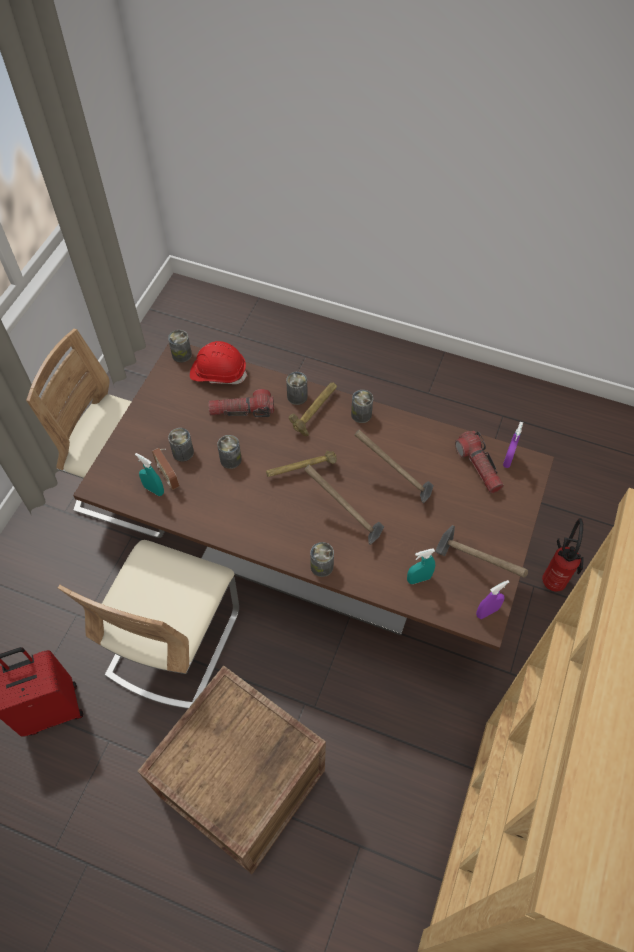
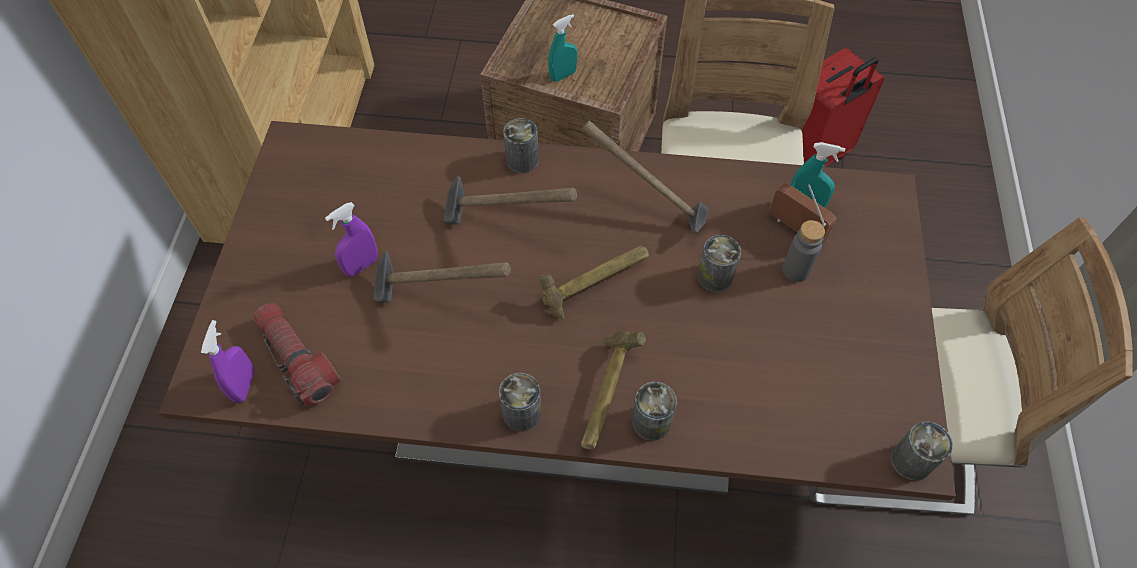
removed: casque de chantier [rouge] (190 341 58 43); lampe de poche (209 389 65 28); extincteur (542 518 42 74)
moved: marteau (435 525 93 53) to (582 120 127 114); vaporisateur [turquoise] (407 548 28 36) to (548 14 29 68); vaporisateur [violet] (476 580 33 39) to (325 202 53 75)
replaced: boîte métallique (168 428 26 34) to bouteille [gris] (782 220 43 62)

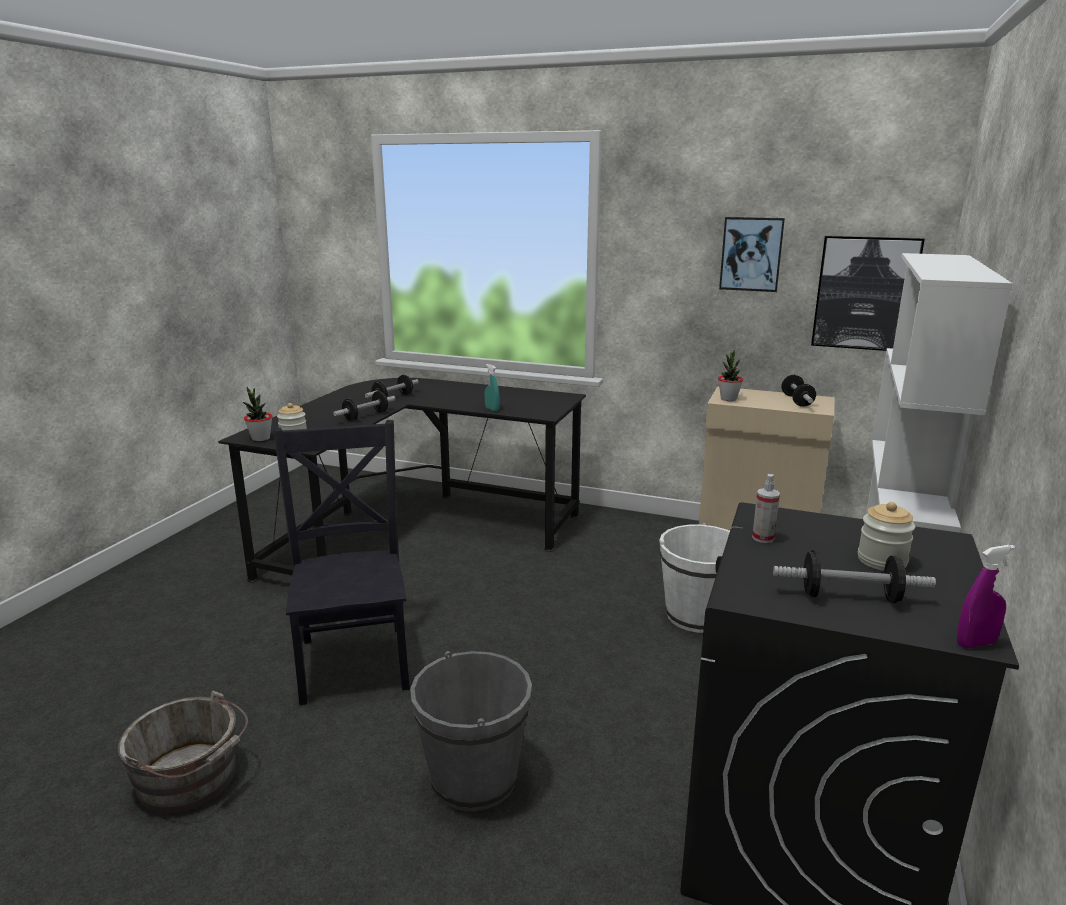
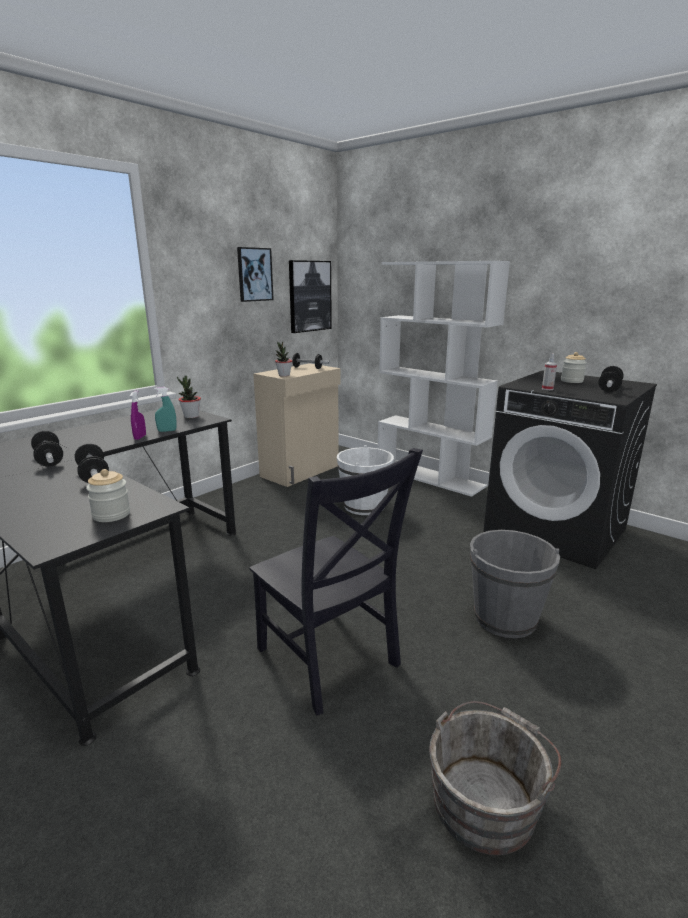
moved: plante en pot (243 387 29 54) to (177 376 24 42); vaporisateur [violet] (957 545 58 103) to (130 390 16 50)
turned: chaise [noir] (273 420 137 285) = (249 448 174 268) 135 degrees counterclockwise

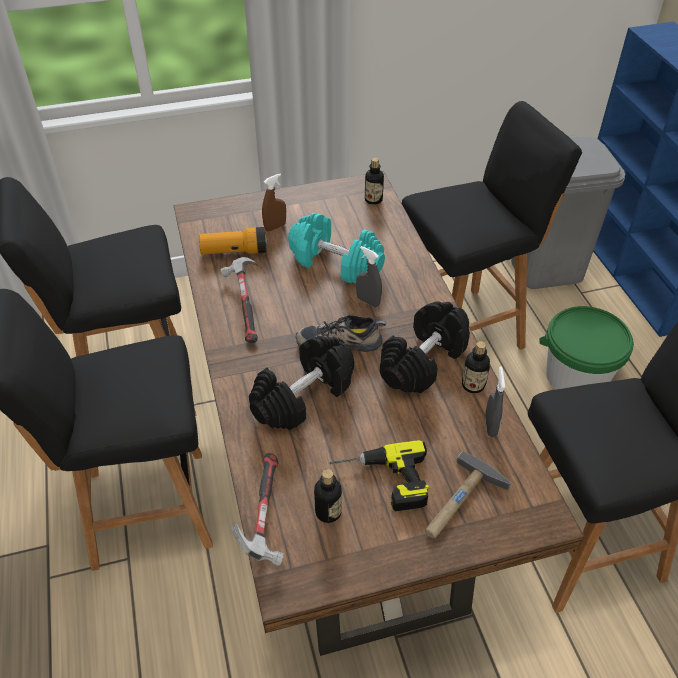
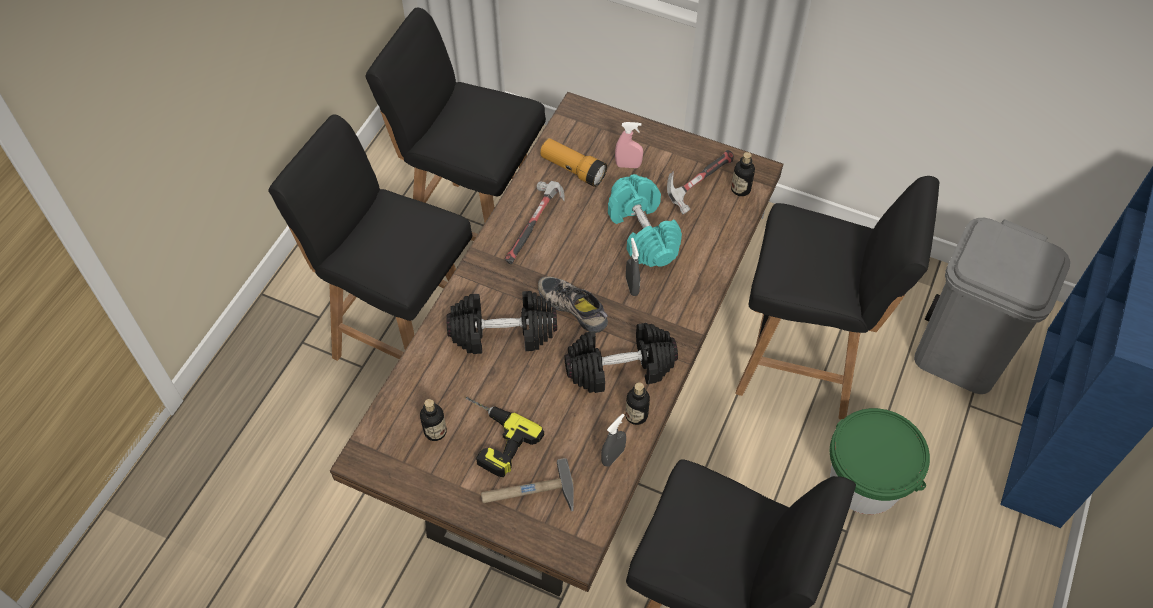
moved: marteau (231 453 53 113) to (667 150 67 65)
recoloured: vaporisateur [marron] (262 174 24 57) to vaporisateur [rose] (615 122 28 46)

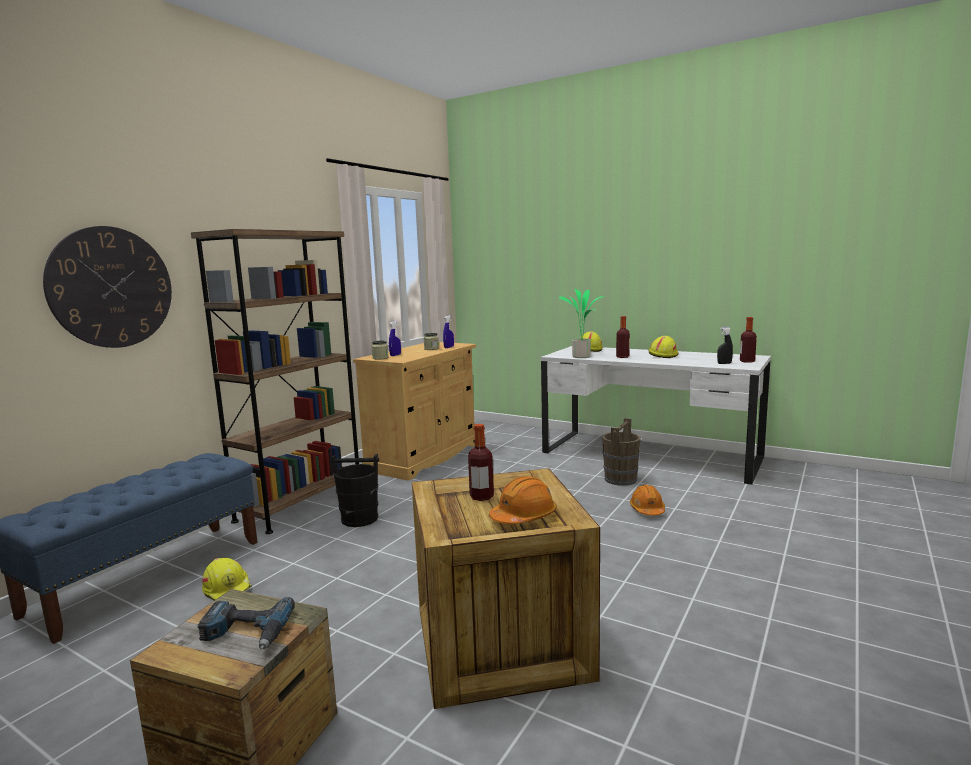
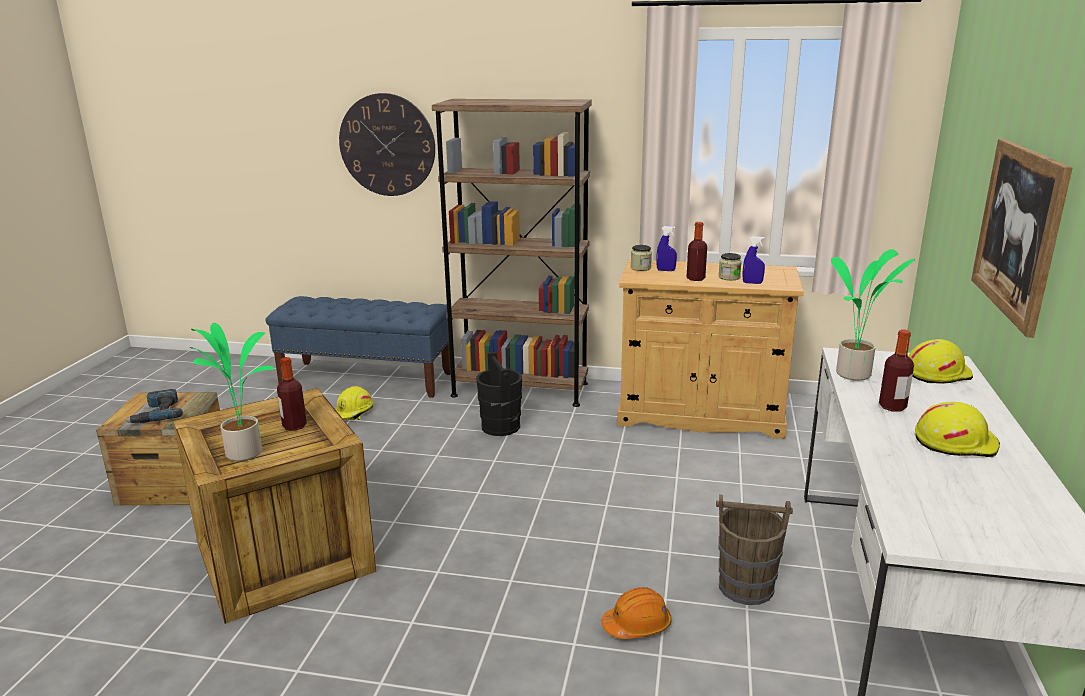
removed: vaporisateur [noir] (717 327 16 37)
added: tableau (971 139 102 199)
moved: bouteille (740 317 17 46) to (687 222 20 59)
replaced: casque de chantier [orange] (489 476 68 48) to plante en pot (190 323 84 138)

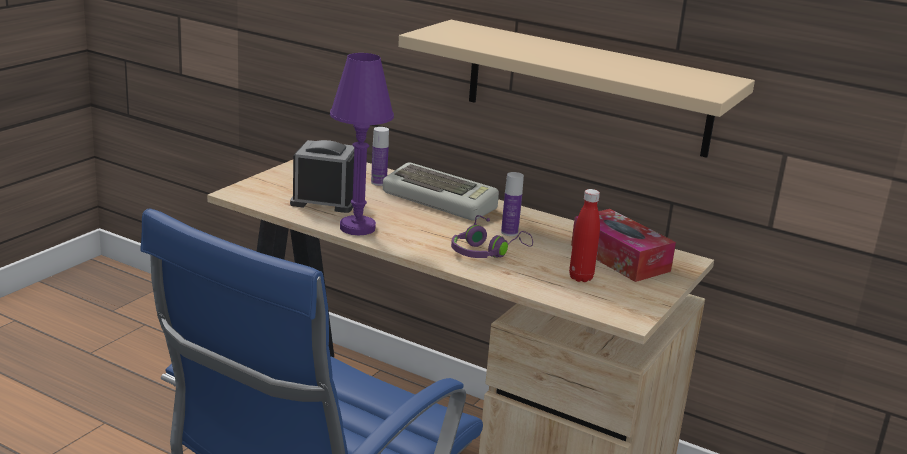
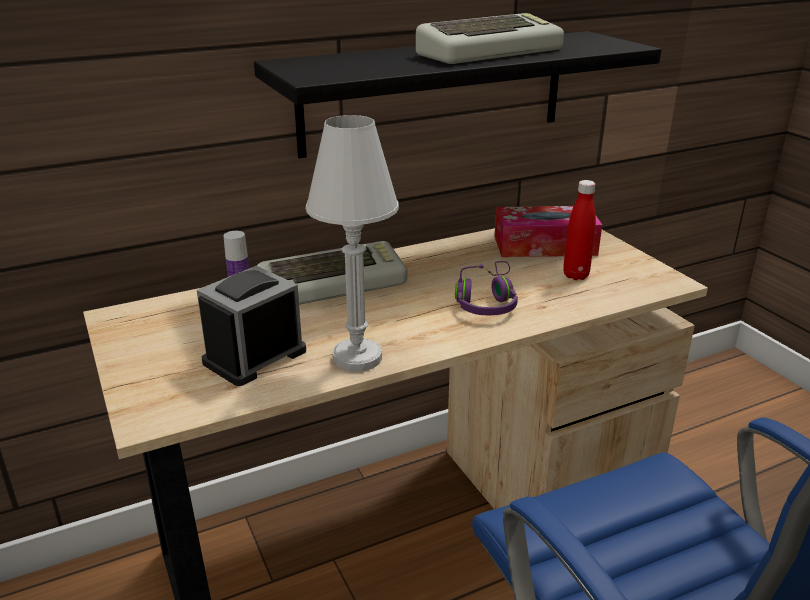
removed: bouteille (501 172 23 64)
added: clavier (416 13 148 51)
recoloured: étagère [beige] (398 20 357 138) to étagère [noir] (254 31 408 128); lampe de table [violet] (330 53 64 182) to lampe de table [blanc] (306 115 93 257)

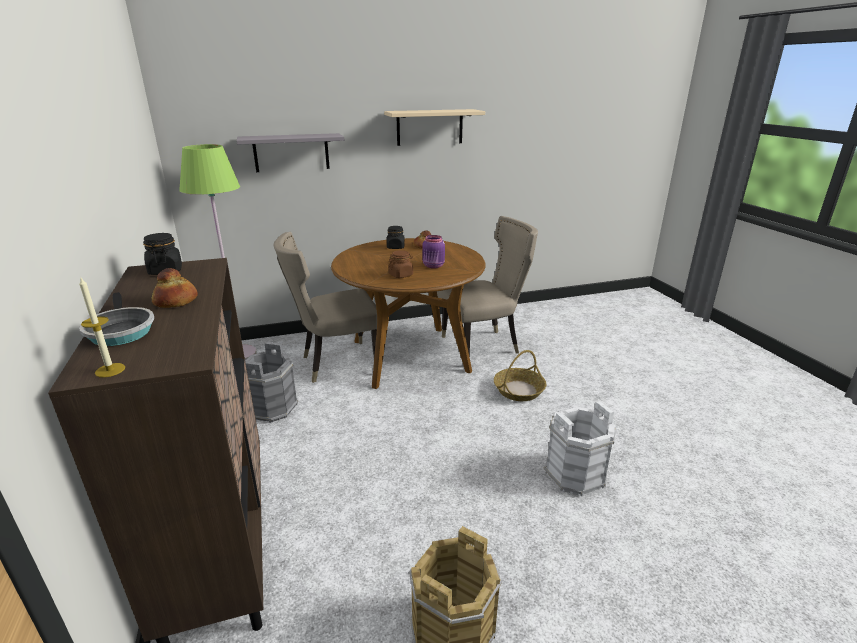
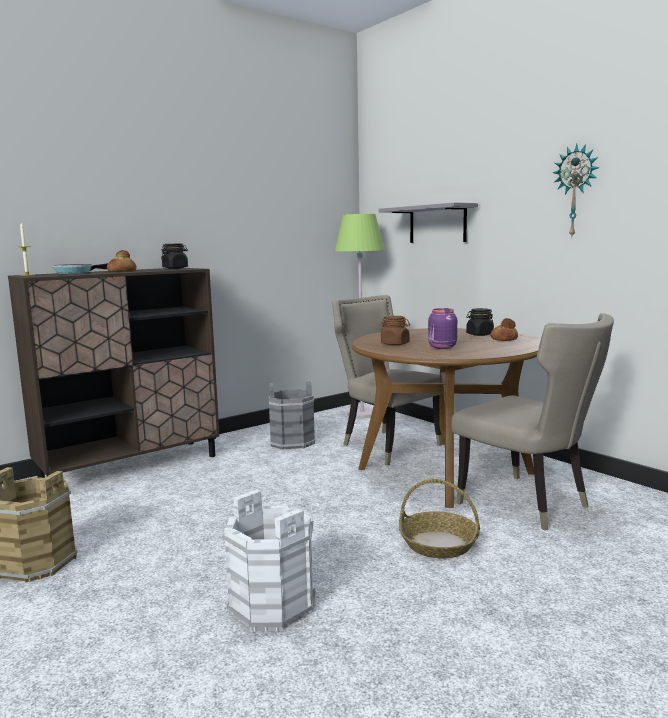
replaced: étagère [beige] (384 109 101 37) to horloge murale (553 144 47 93)

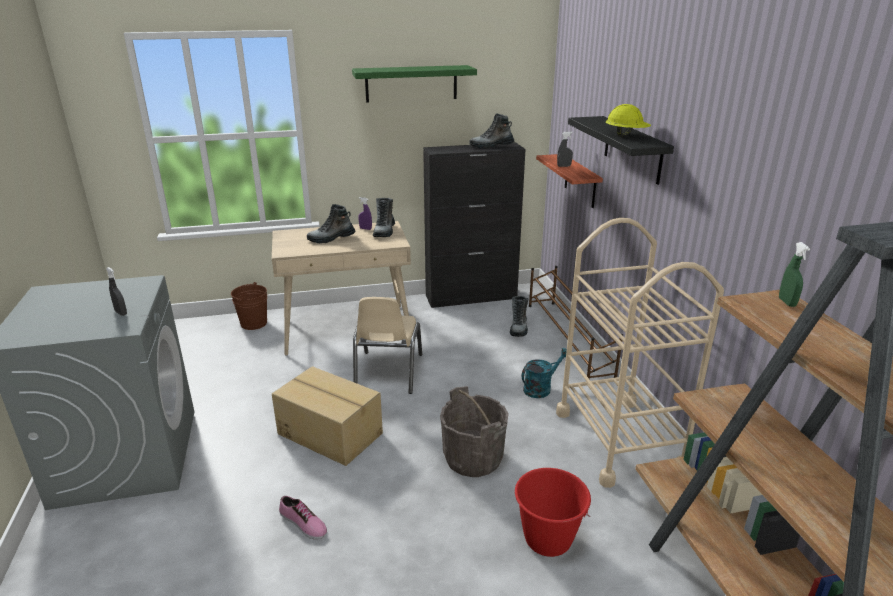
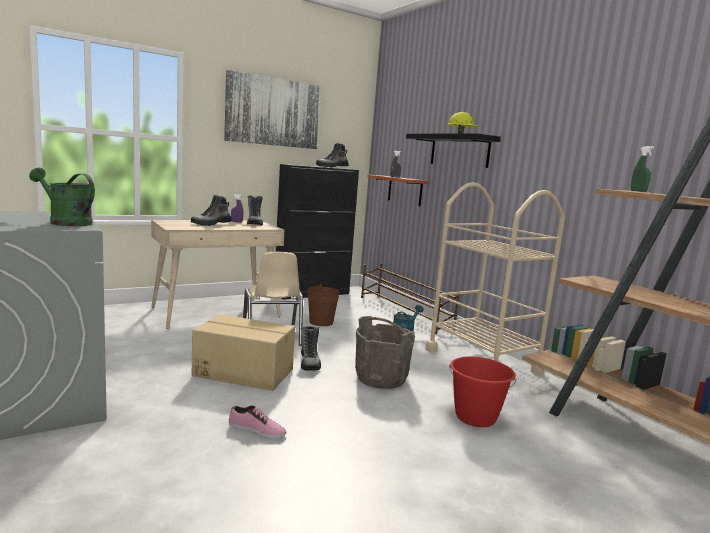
moved: seau [marron] (231 282 36 48) to (307 284 32 42); botte (510 296 18 41) to (301 326 20 45)
replaced: étagère [vert] (352 65 125 38) to tableau (224 70 97 79); vaporisateur [gris] (106 267 21 49) to arrosoir [vert] (29 168 66 58)

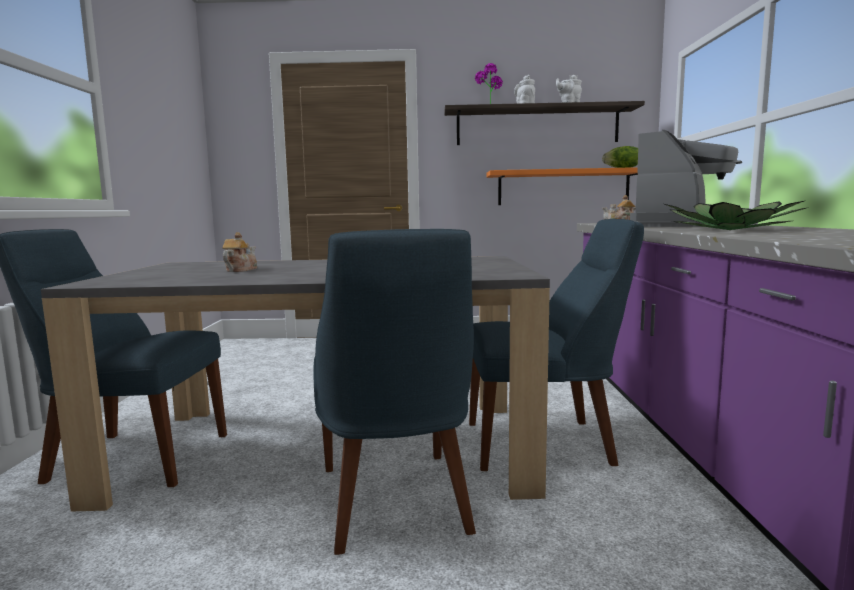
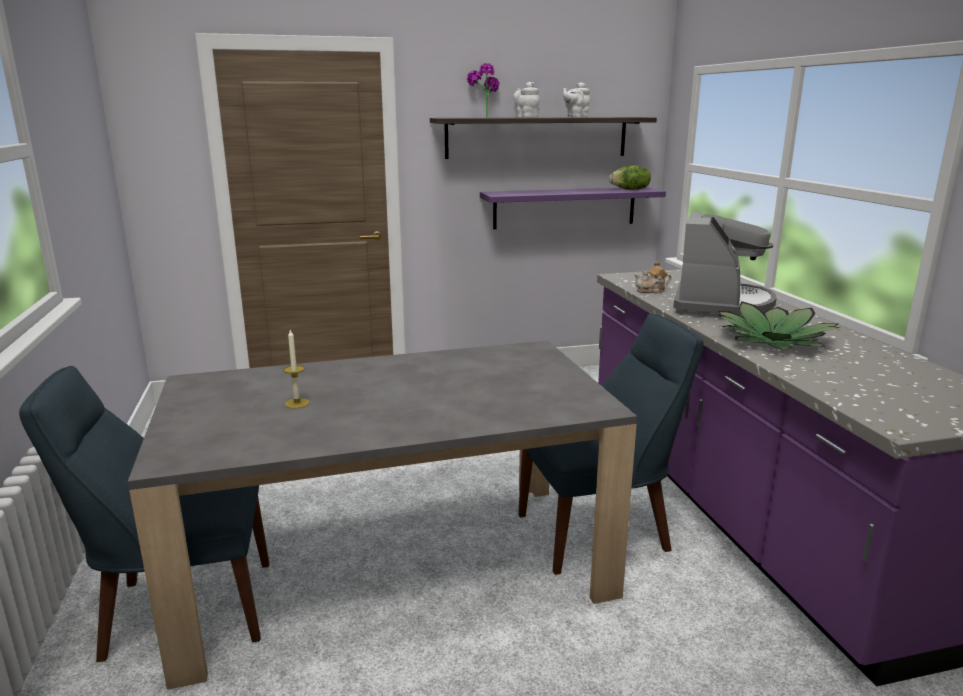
removed: chaise [bleu] (313 229 163 326)
replaced: théière (222 232 35 40) to bougie (283 330 27 78)
recoloured: étagère [orange] (486 167 152 38) to étagère [violet] (480 187 186 42)

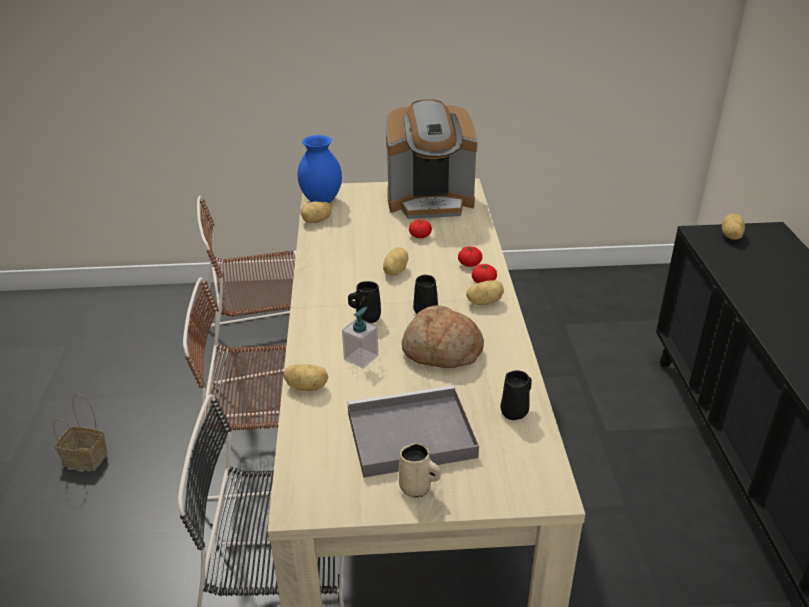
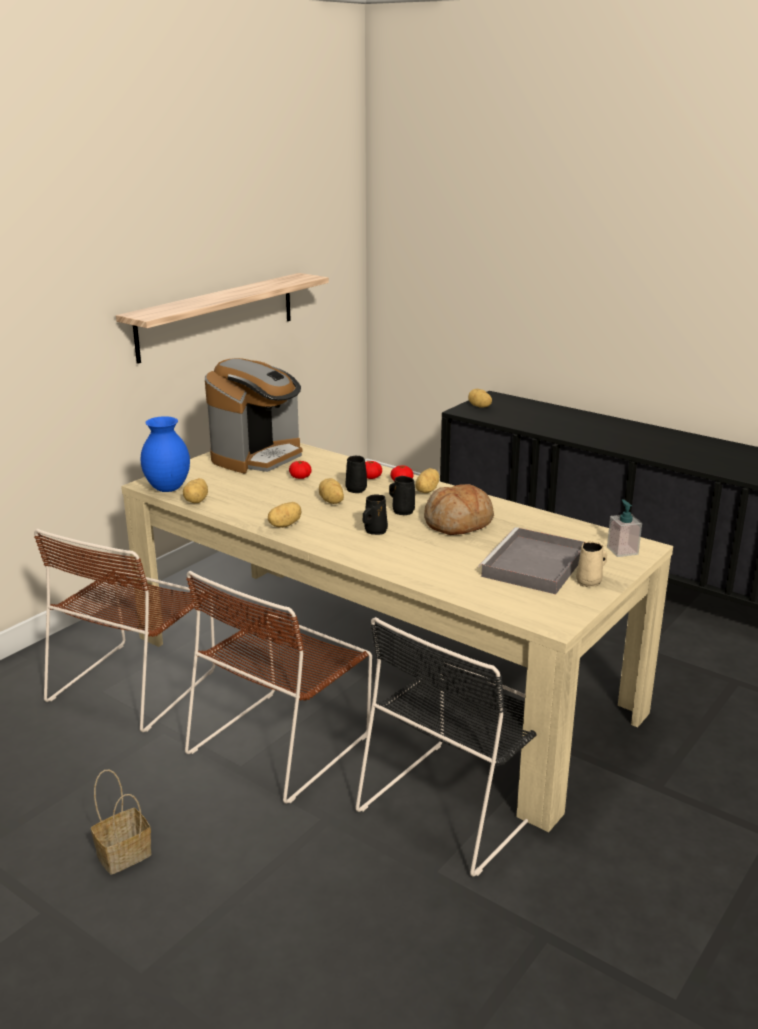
added: étagère (116 273 213 91)
moved: distributeur de savon (342 306 37 63) to (607 499 35 58); pomme de terre (283 364 45 27) to (268 502 33 26); mug [noir] (500 370 32 50) to (345 456 22 37)

